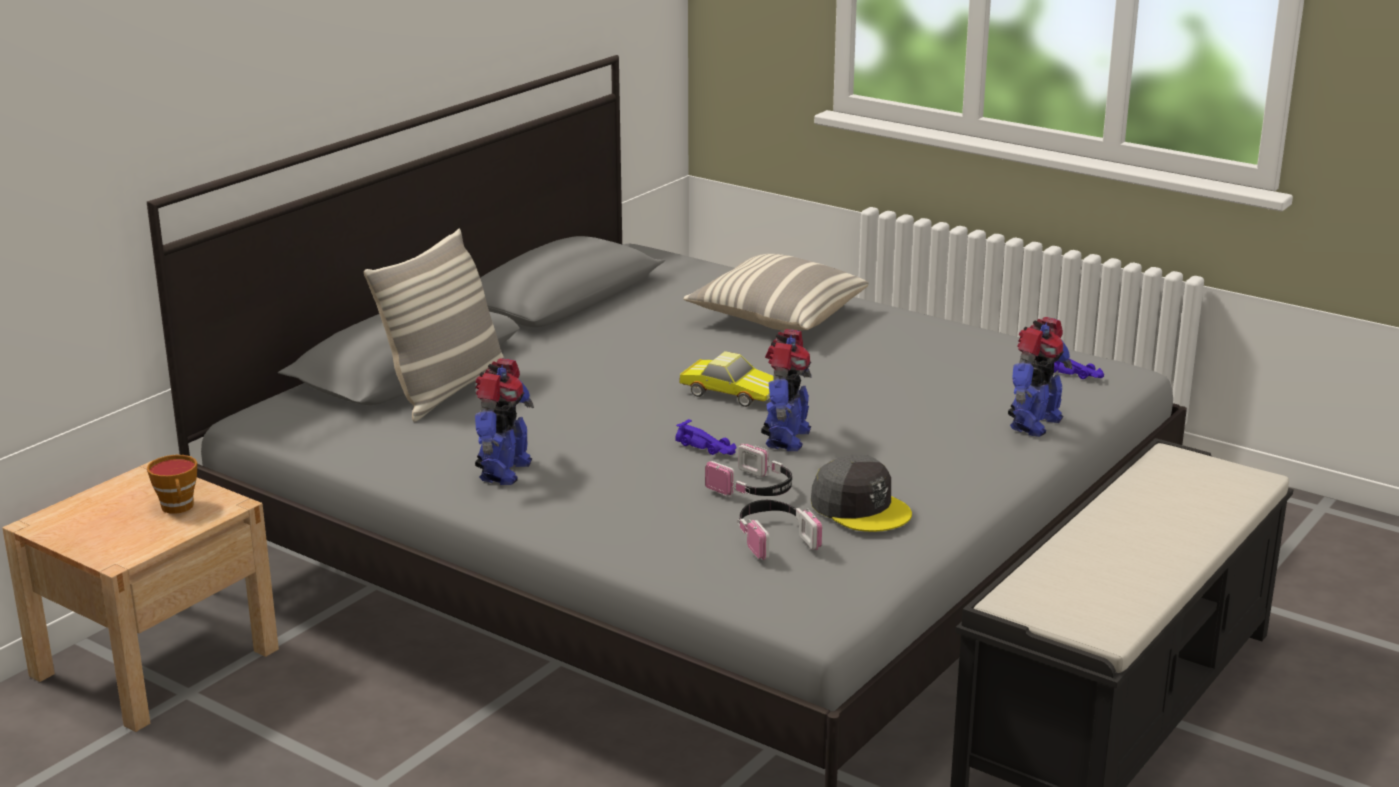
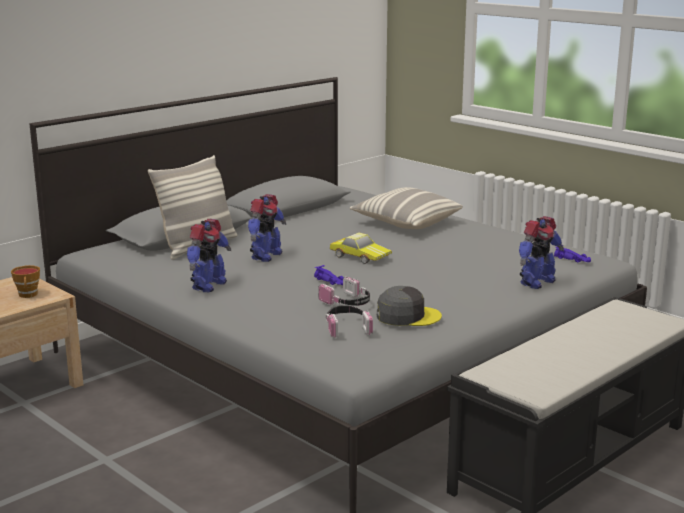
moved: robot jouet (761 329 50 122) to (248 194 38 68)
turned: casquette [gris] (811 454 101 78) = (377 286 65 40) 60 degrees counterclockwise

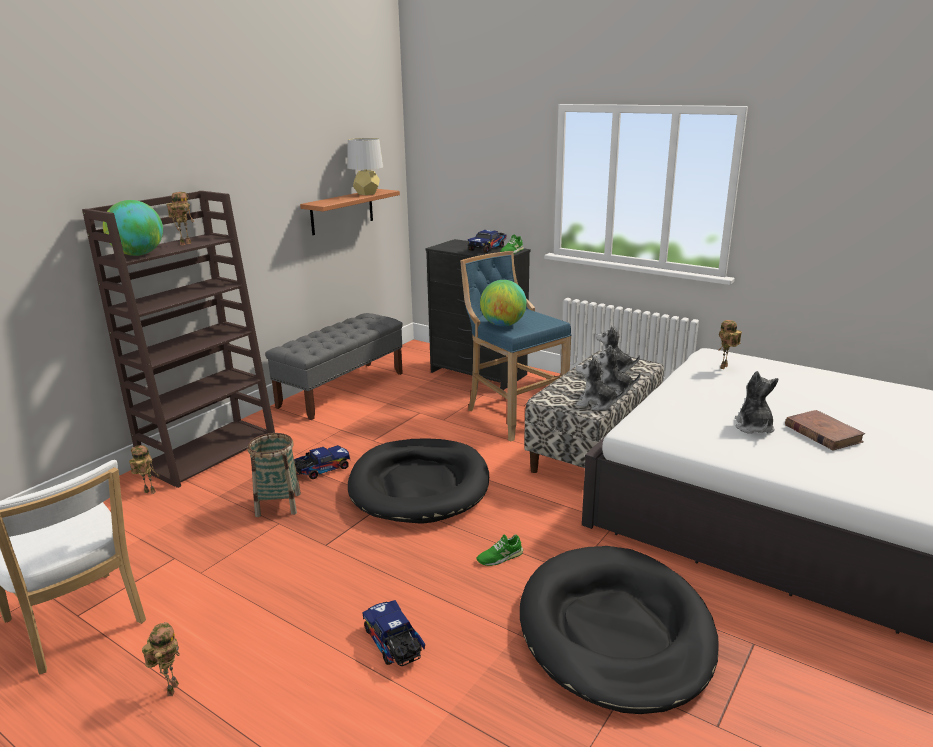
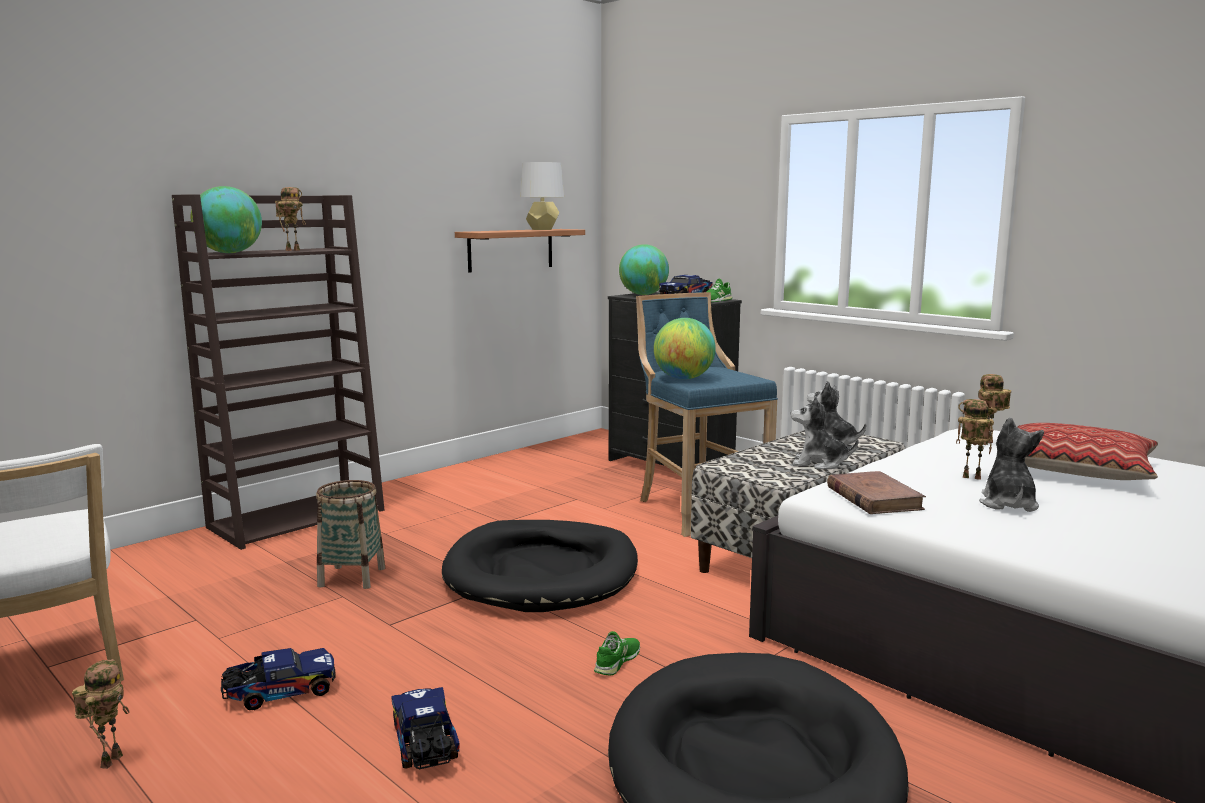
removed: banc [gris] (265 313 138 107); peluche (576 356 49 55)
added: globe (619 244 50 51); coussin (1017 423 141 57)
moved: livre [marron] (785 410 81 41) to (827 471 99 43); robot jouet (129 445 30 49) to (956 399 38 81); camion jouet (294 445 56 34) to (220 648 116 62)
turned: chaussure [vert] (476 535 47 31) = (594 631 46 45) 135 degrees clockwise

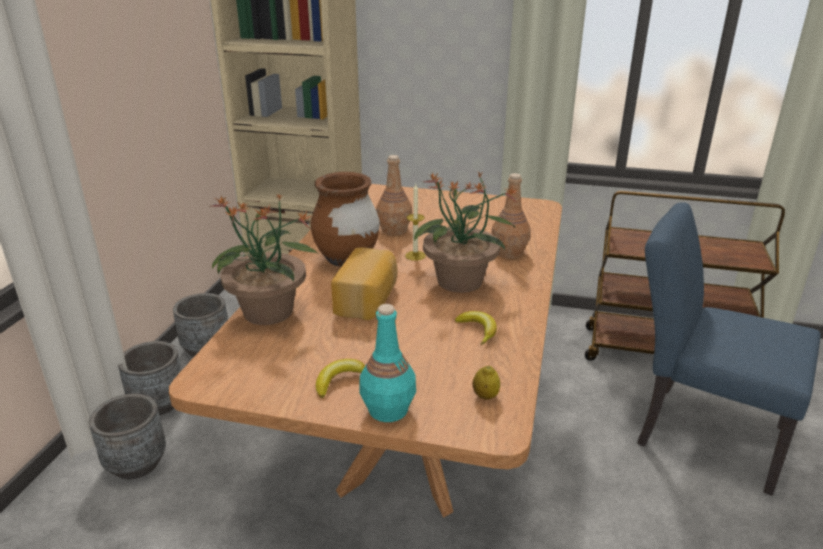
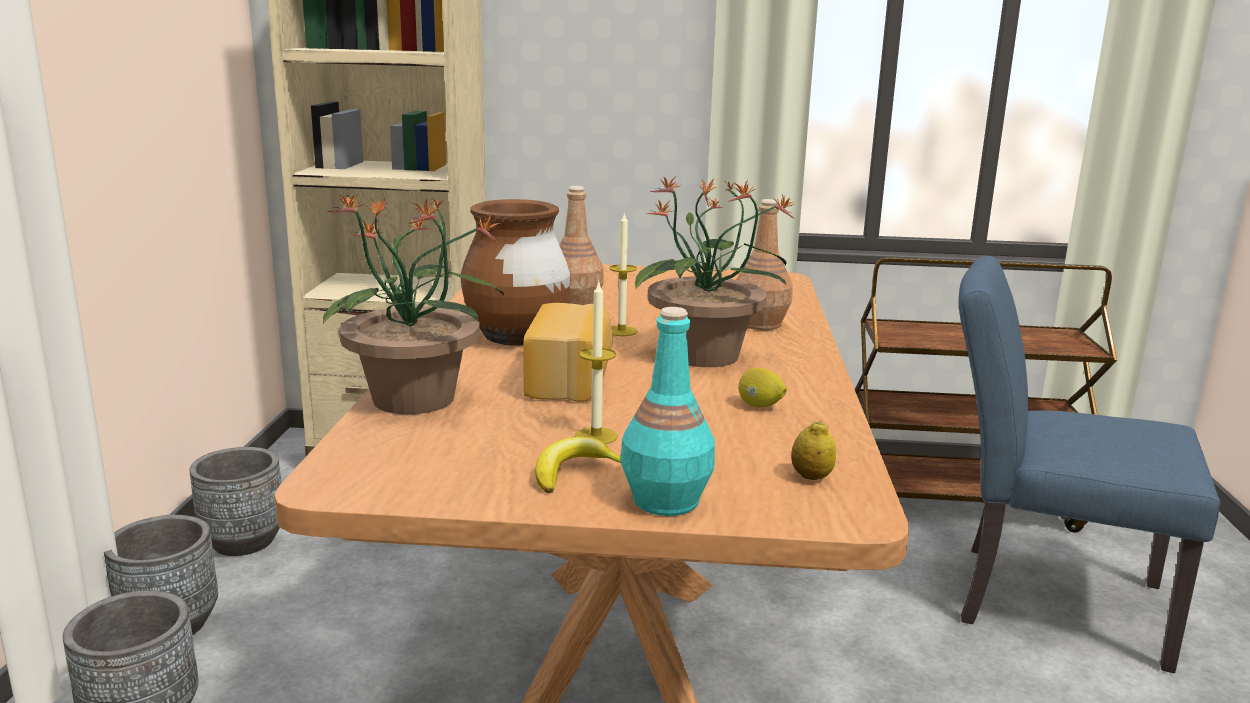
added: bougie (575 280 43 164)
replaced: banane (455 311 42 34) to citron (738 368 49 39)

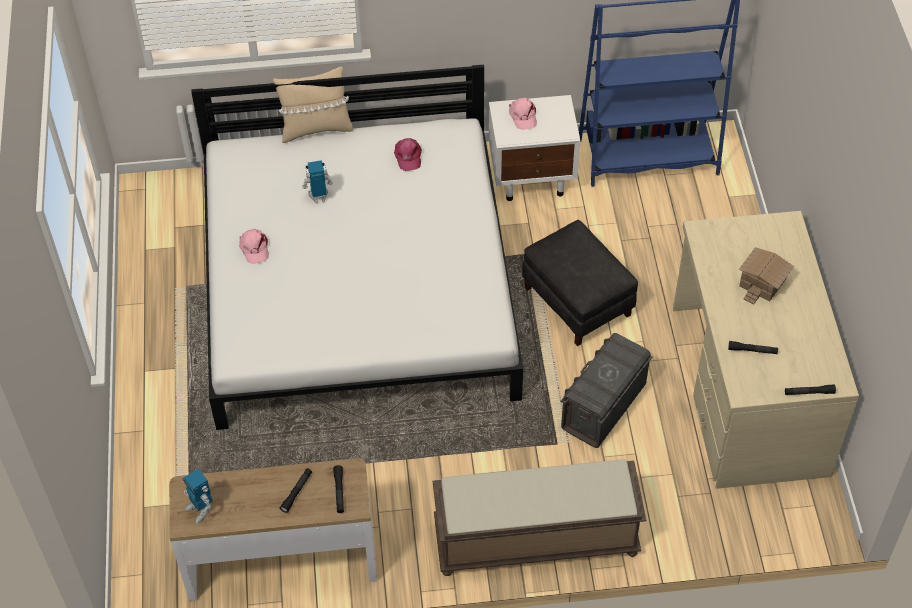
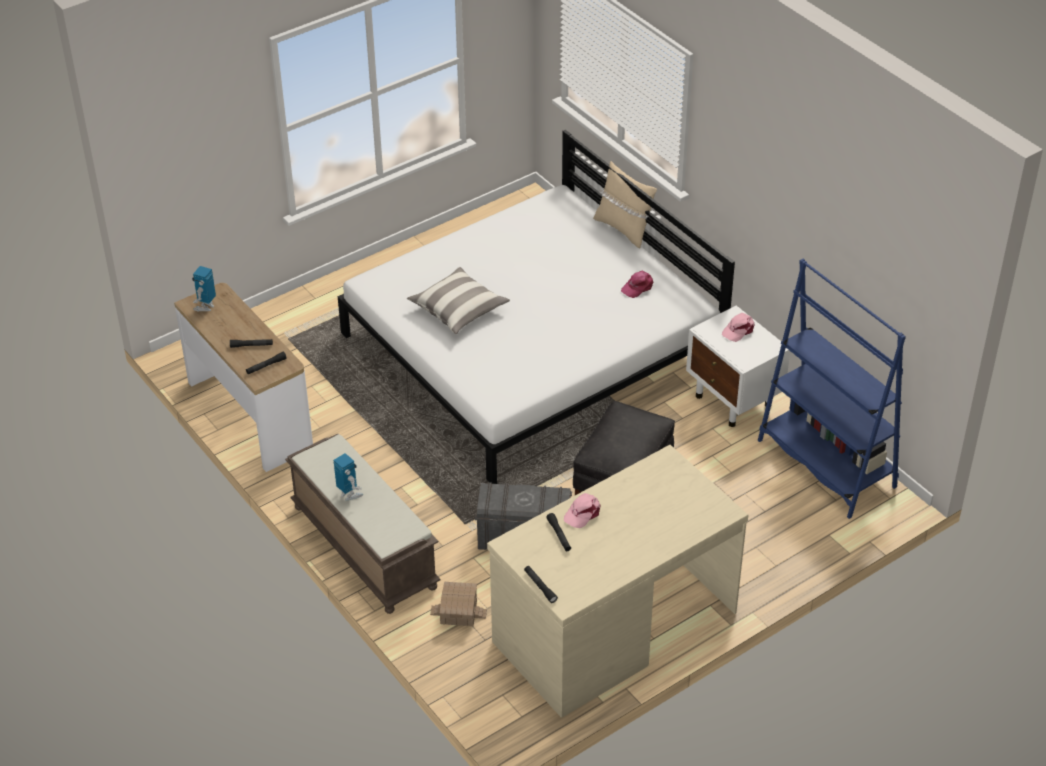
added: coussin (407 267 103 67)
moved: robot jouet (302 160 31 44) to (333 453 30 48); casquette [rose] (239 229 30 35) to (564 493 37 35); maison miniature (739 247 55 57) to (430 582 57 44)

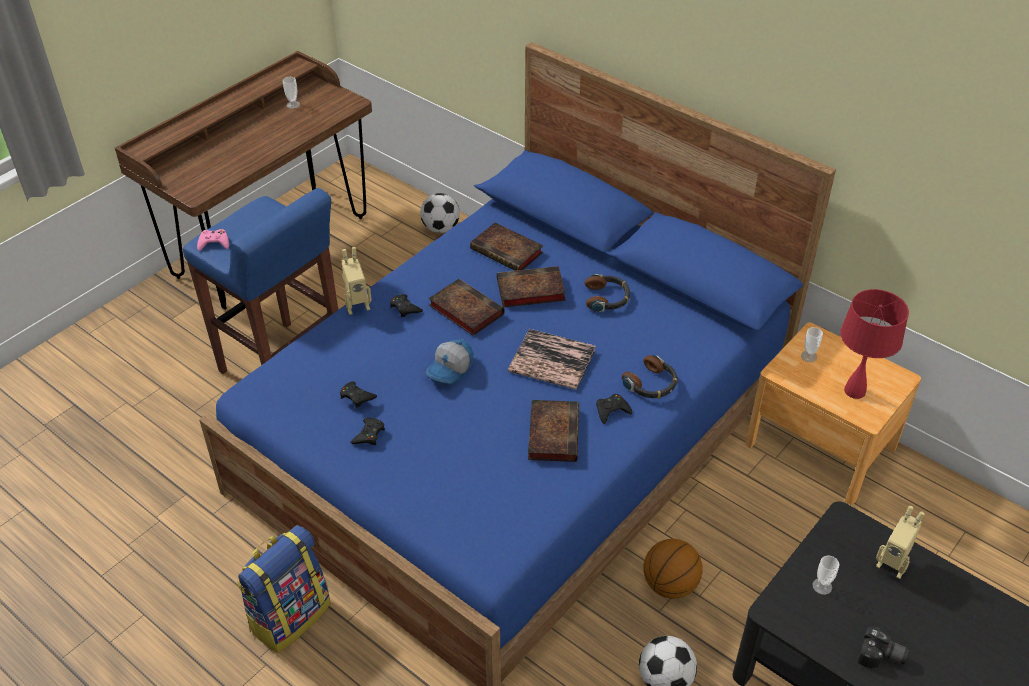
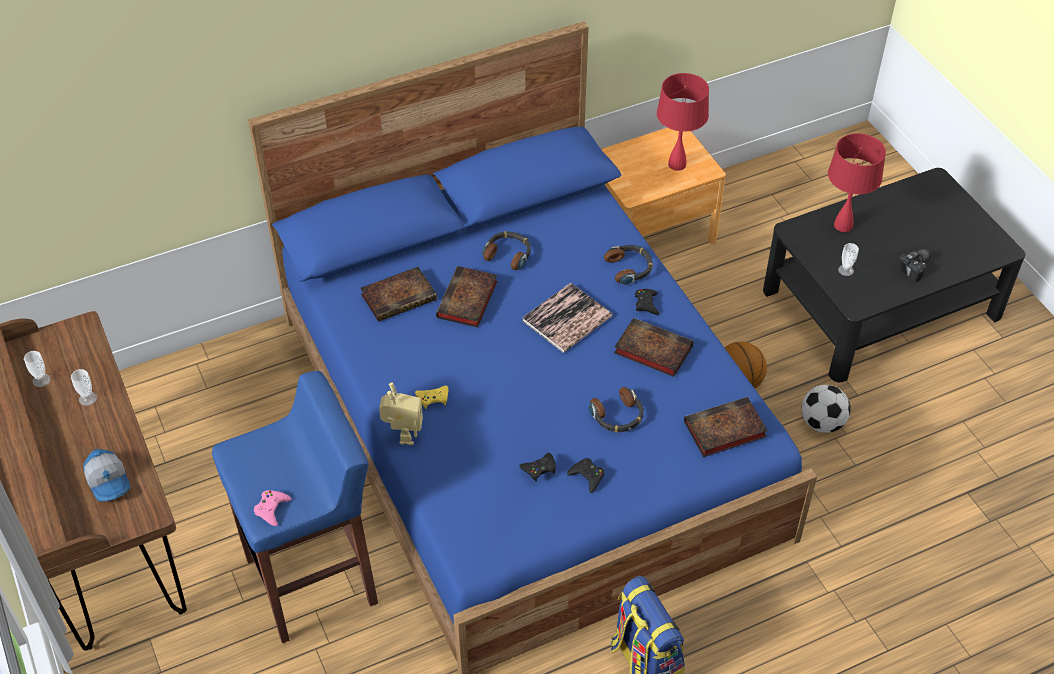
removed: ballon de foot (420 193 40 40)
added: casque audio (588 387 56 46)
moved: livre (428 279 77 57) to (684 397 84 60); tasse (801 327 22 35) to (71 369 26 37); casquette (426 340 47 44) to (83 449 48 53)
replaced: robot jouet (876 506 49 73) to lampe de table [rouge] (828 133 58 99)
recoloured: manette [noir] (390 294 33 24) to manette [jaune] (415 385 33 24)

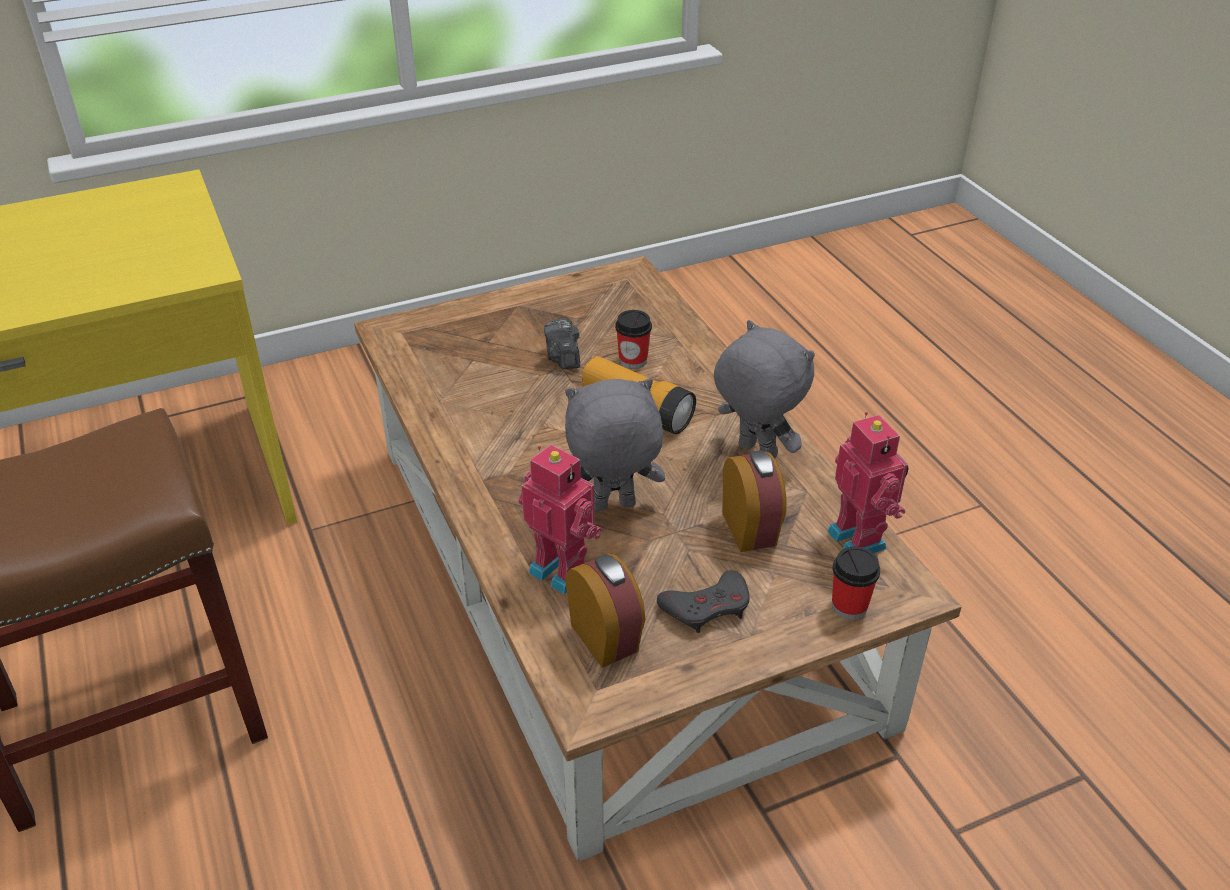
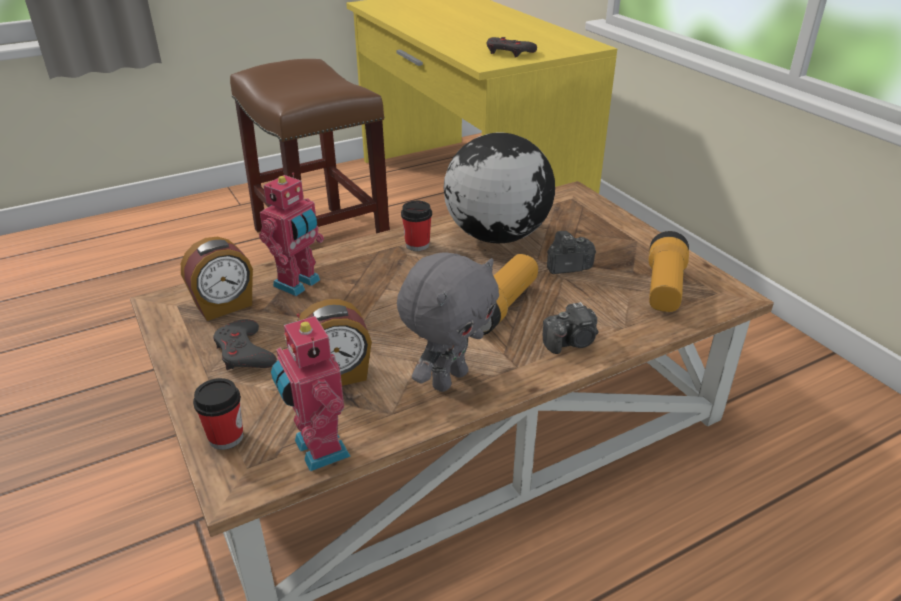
removed: peluche [gris] (565 378 100 133)
added: manette [gris] (487 37 50 21); globe (443 132 112 111); lampe de poche (649 231 40 81); appareil photo (543 302 55 52)
moved: tasse (615 310 37 59) to (401 201 31 50)
turned: robot jouet (827 412 82 141) = (271 313 80 158) 90 degrees clockwise

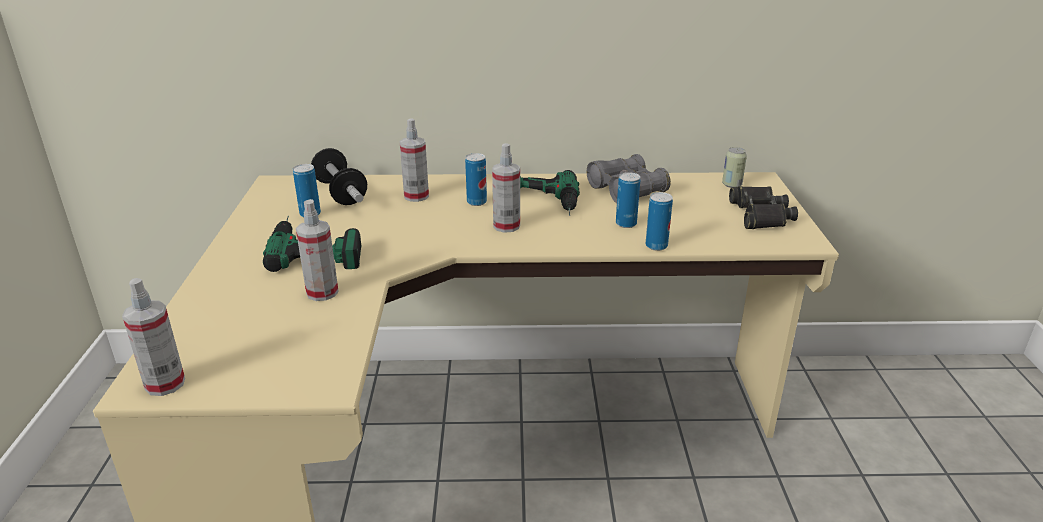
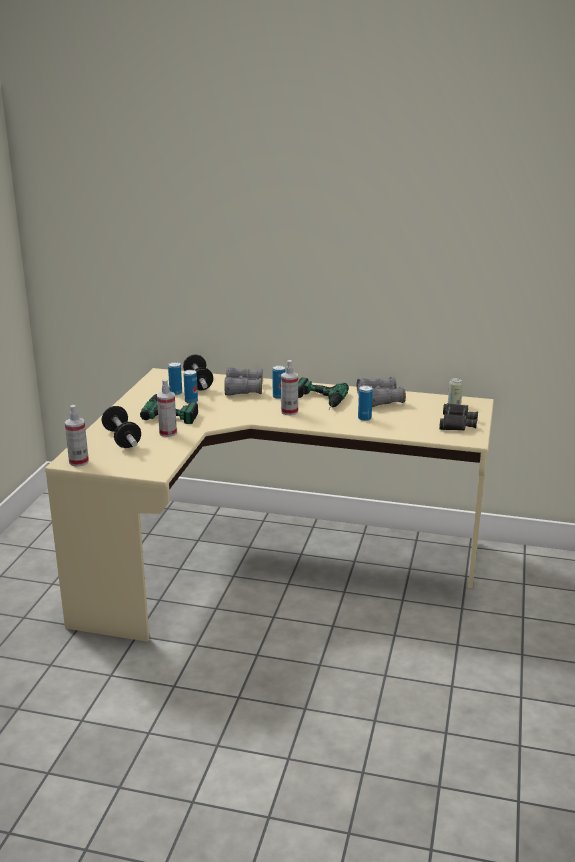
added: haltère (101 406 40 42)
moved: boîte métallique (645 192 28 59) to (184 370 14 34)
replaced: vaporisateur (400 118 29 84) to jumelles [gris] (224 367 39 29)

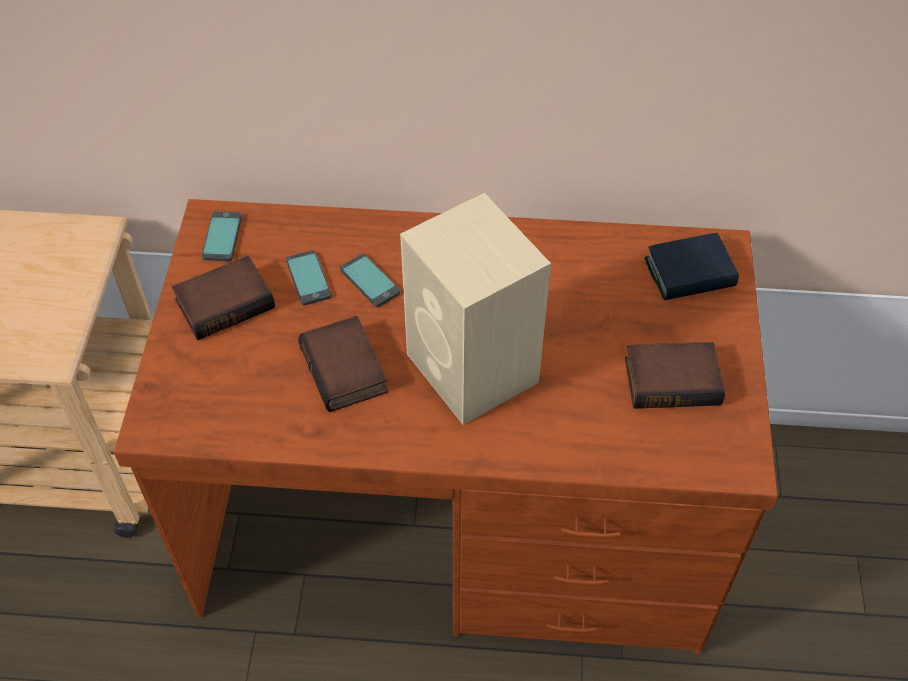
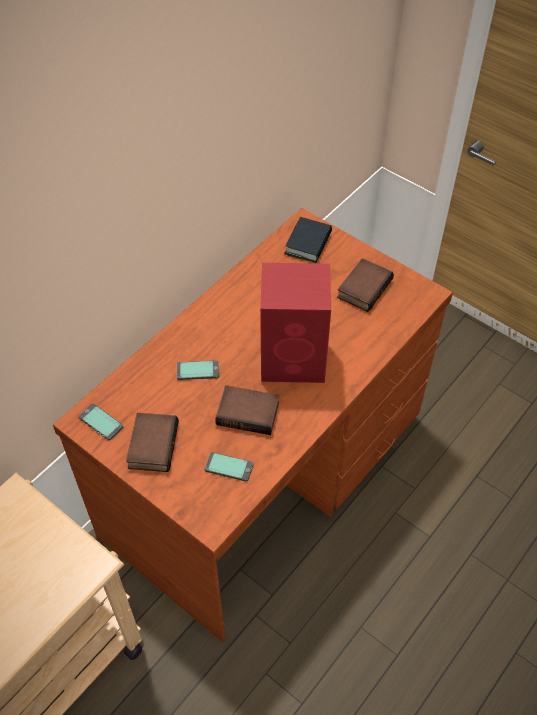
moved: téléphone (286 250 45 56) to (205 452 49 30)
recoloured: enceinte [beige] (400 193 151 232) to enceinte [rouge] (260 263 71 120)

